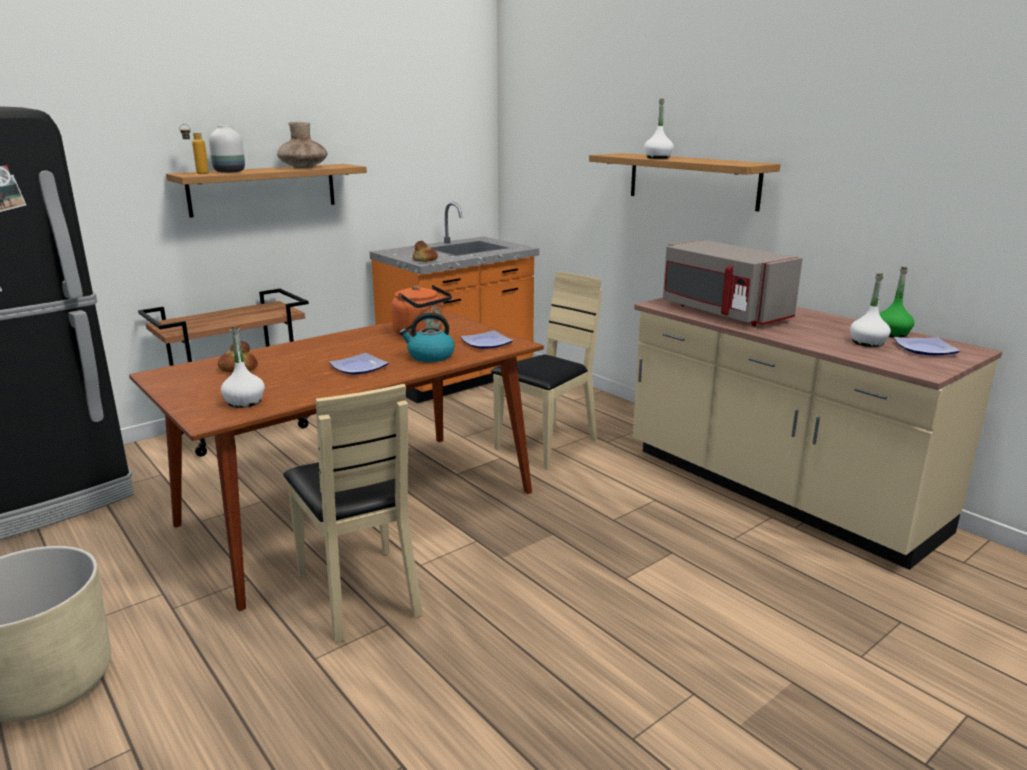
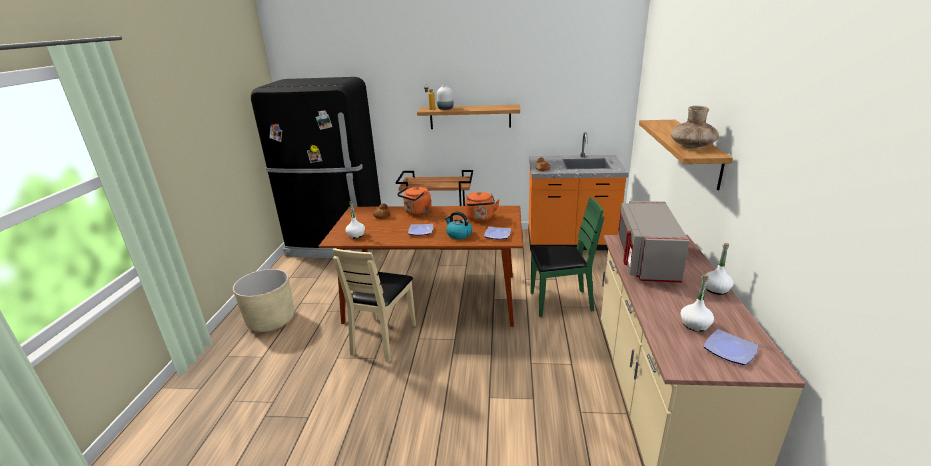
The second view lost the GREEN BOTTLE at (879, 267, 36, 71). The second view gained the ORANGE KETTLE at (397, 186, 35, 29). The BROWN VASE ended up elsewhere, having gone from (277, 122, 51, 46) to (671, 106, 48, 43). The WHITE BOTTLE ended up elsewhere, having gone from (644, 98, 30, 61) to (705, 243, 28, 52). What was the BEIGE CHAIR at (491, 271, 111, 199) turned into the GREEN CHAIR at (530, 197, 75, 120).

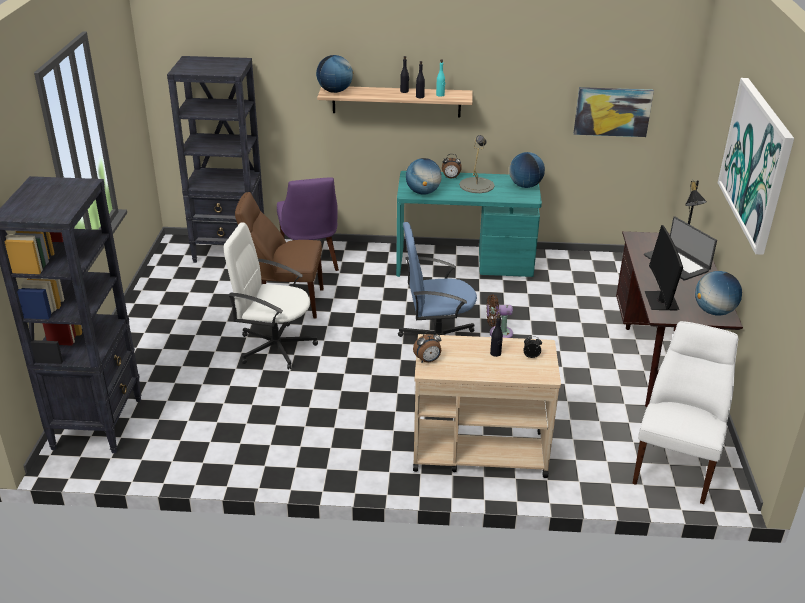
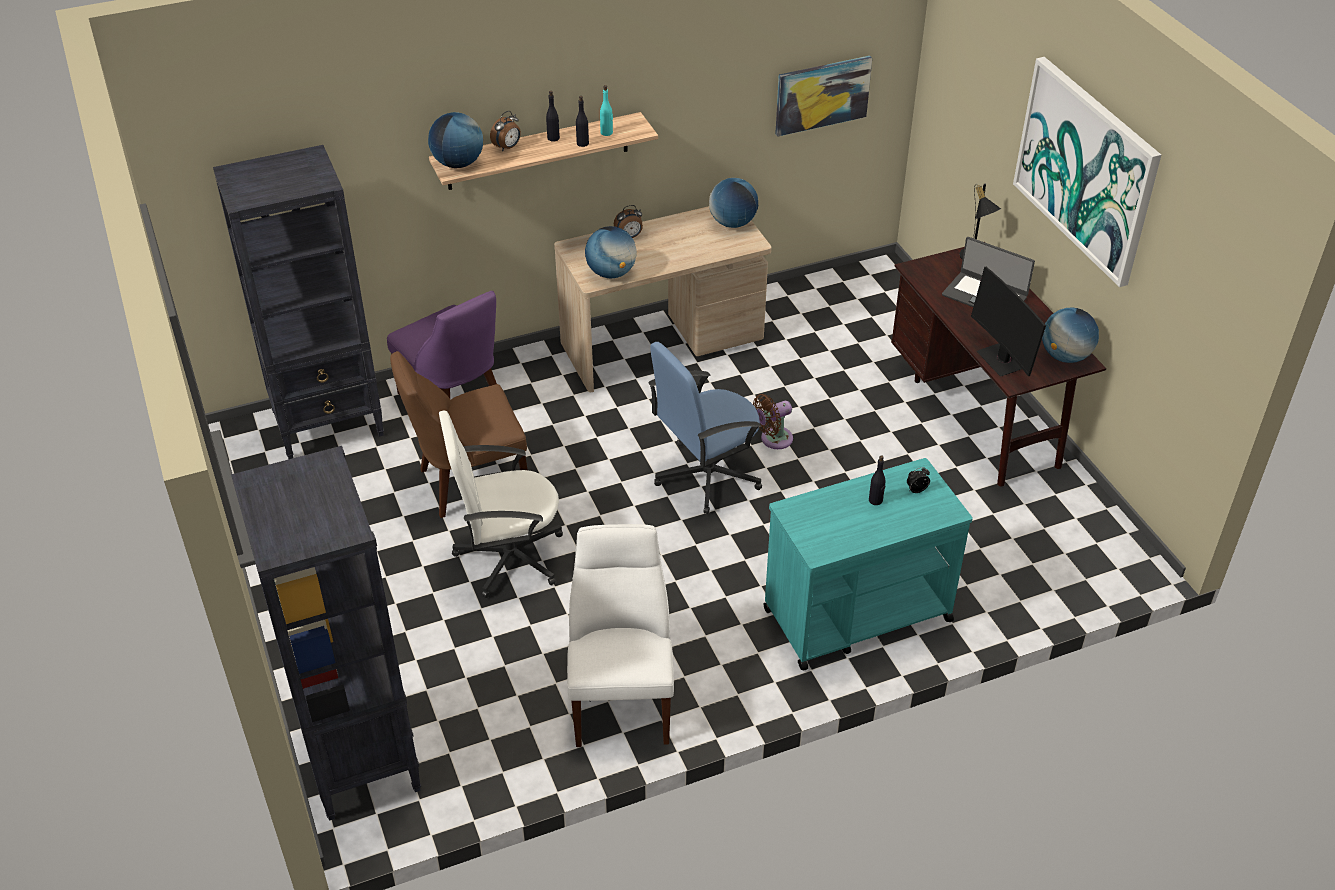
The second view lost the GREY TABLE LAMP at (459, 135, 36, 58). The ALARM CLOCK ended up elsewhere, having gone from (413, 330, 28, 33) to (490, 111, 31, 40). The WHITE CHAIR ended up elsewhere, having gone from (632, 321, 107, 183) to (567, 524, 107, 223). What was the TURQUOISE DESK at (396, 171, 146, 106) turned into the BEIGE DESK at (554, 206, 217, 186). What was the BEIGE CART at (413, 334, 148, 144) turned into the TURQUOISE CART at (763, 458, 210, 212).

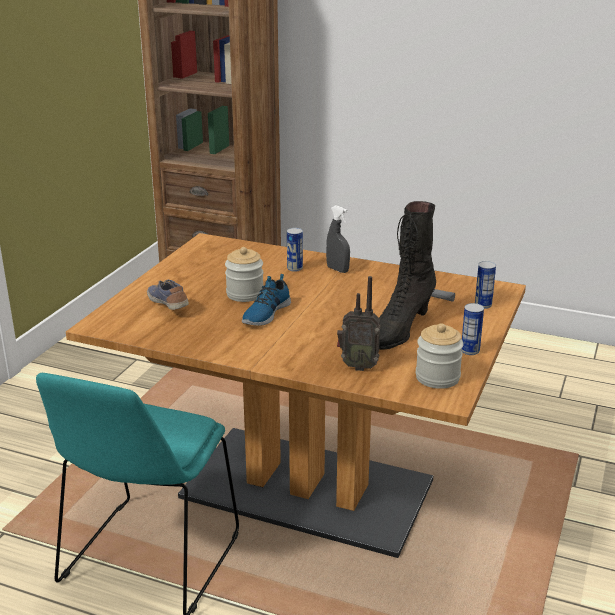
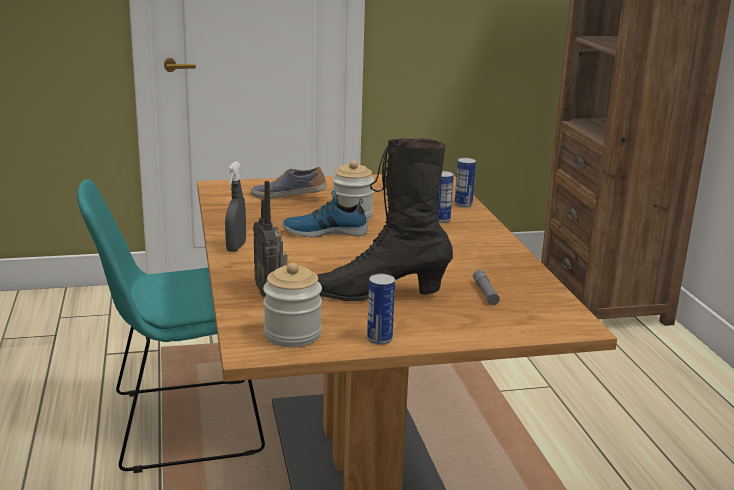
The GREY SPRAY BOTTLE ended up elsewhere, having gone from (326, 205, 24, 68) to (225, 161, 21, 91). The CAN ended up elsewhere, having gone from (475, 261, 21, 48) to (455, 158, 21, 50). The SHOE at (147, 279, 42, 31) ended up facing another way, 105 degrees counterclockwise from before.

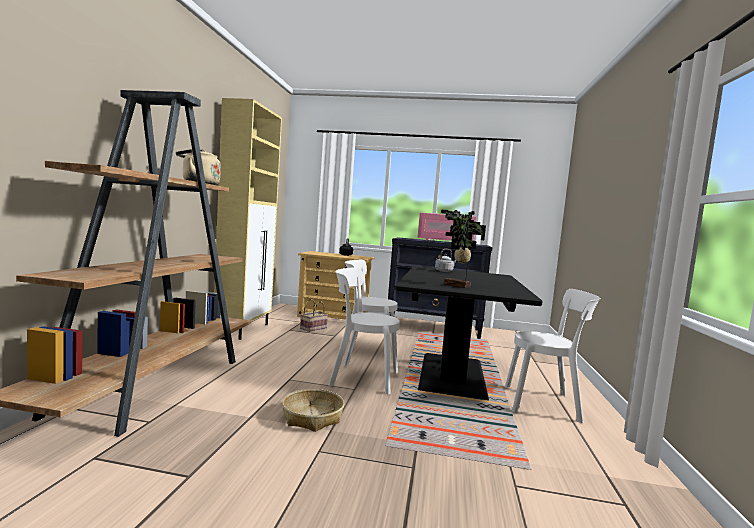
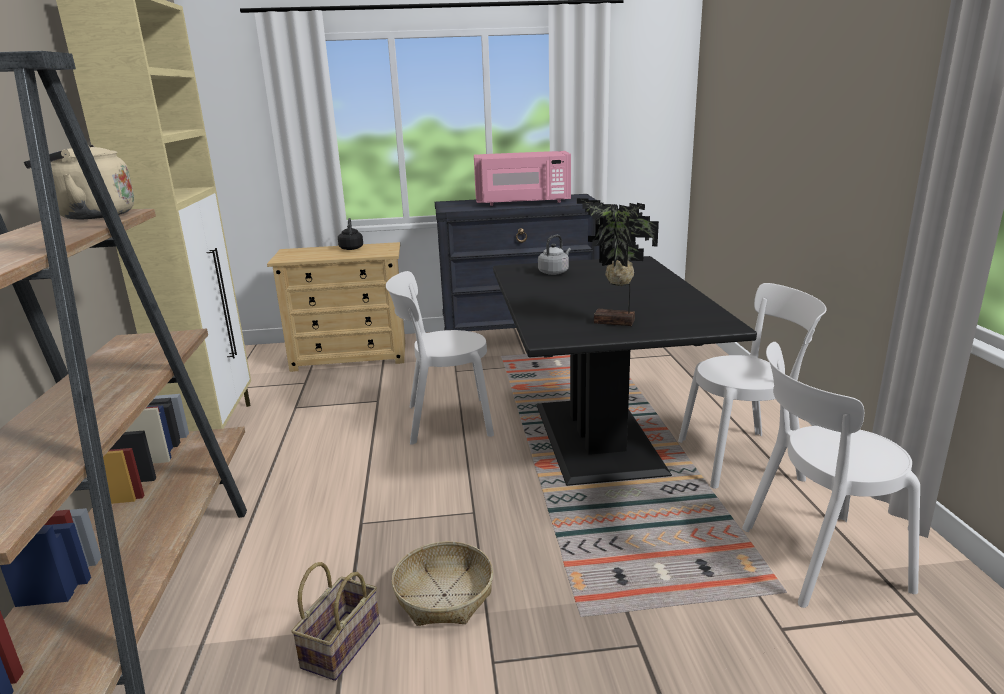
The BASKET ended up elsewhere, having gone from (300, 299, 28, 33) to (291, 562, 89, 119). The WHITE CHAIR ended up elsewhere, having gone from (329, 267, 71, 127) to (742, 342, 178, 266).

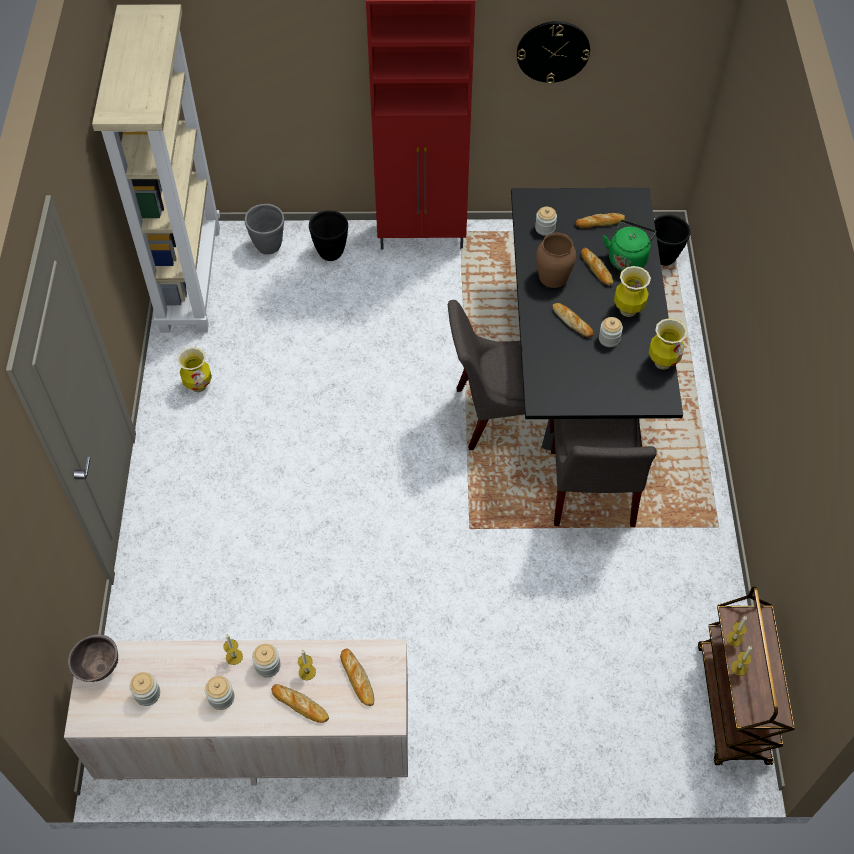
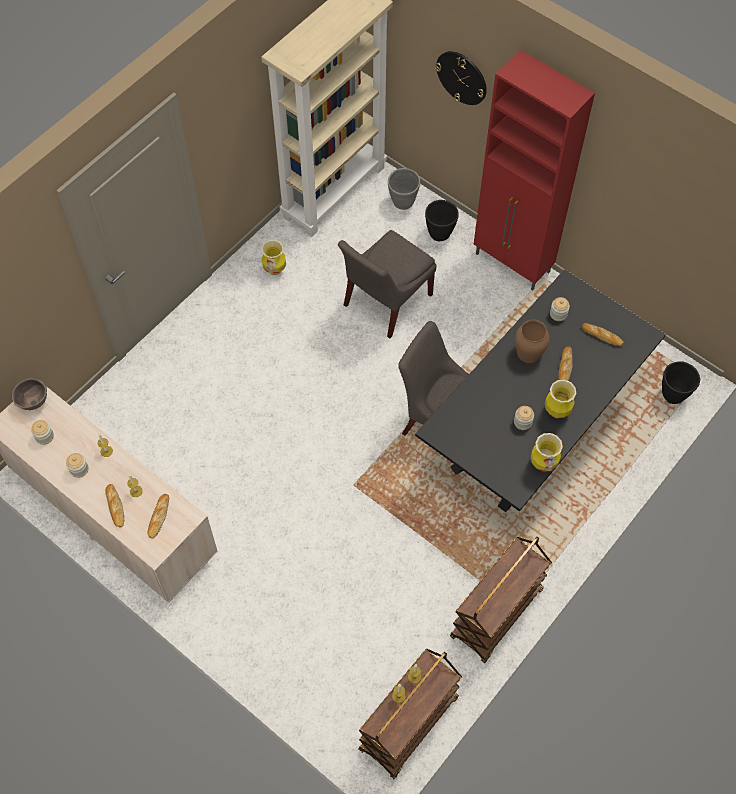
The second view lost the JAR at (252, 644, 29, 33). The second view lost the BREAD at (552, 303, 41, 35). The second view lost the GREEN KETTLE at (603, 220, 53, 51). The second view gained the BROWN CART at (450, 537, 102, 126). The WALL CLOCK ended up elsewhere, having gone from (517, 21, 73, 63) to (435, 51, 52, 54). The GREY CHAIR ended up elsewhere, having gone from (551, 419, 106, 108) to (338, 230, 99, 108).

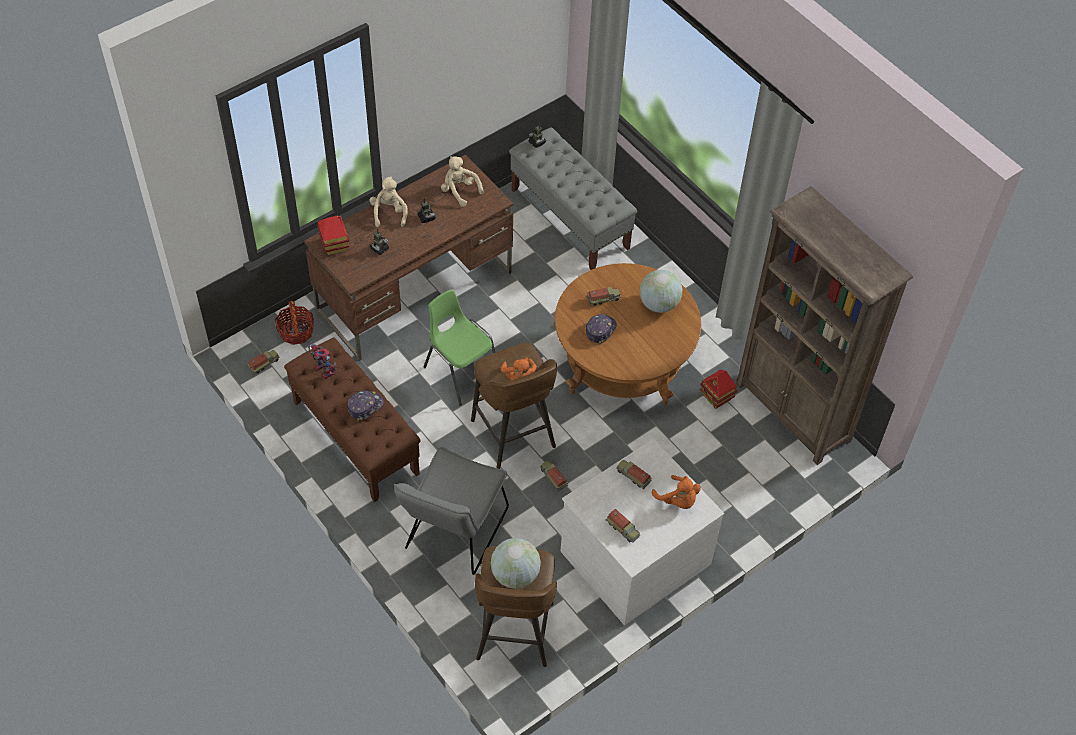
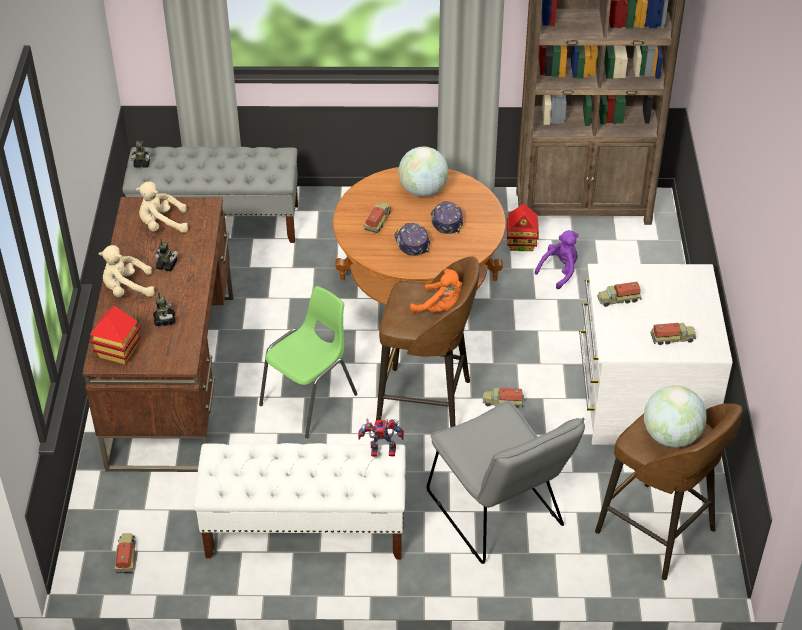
The second view lost the BASKET at (275, 301, 39, 44). The second view lost the ORANGE PLUSH TOY at (652, 475, 49, 34). The second view gained the PURPLE PLUSH TOY at (534, 230, 45, 59). The TOY ROBOT ended up elsewhere, having gone from (308, 341, 28, 38) to (358, 418, 46, 39). The CAP ended up elsewhere, having gone from (347, 390, 37, 32) to (430, 201, 33, 33). What was the BROWN BENCH at (284, 338, 137, 165) turned into the WHITE BENCH at (194, 443, 212, 116). The BEIGE PLUSH TOY at (369, 176, 39, 51) ended up facing another way, 45 degrees counterclockwise from before. The GREEN CHAIR at (424, 289, 71, 117) ended up facing another way, 135 degrees clockwise from before.

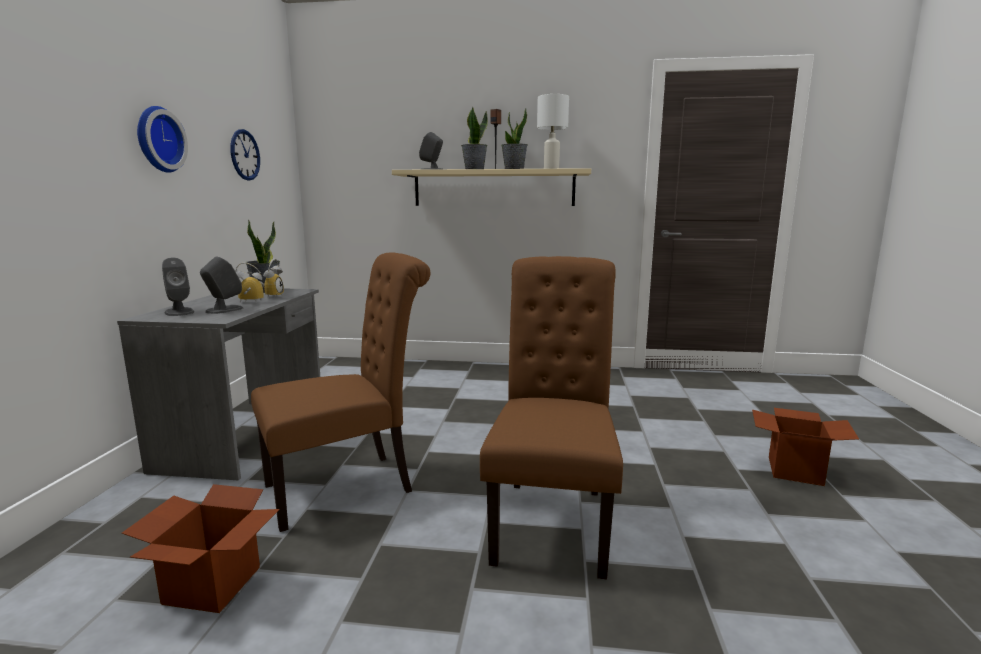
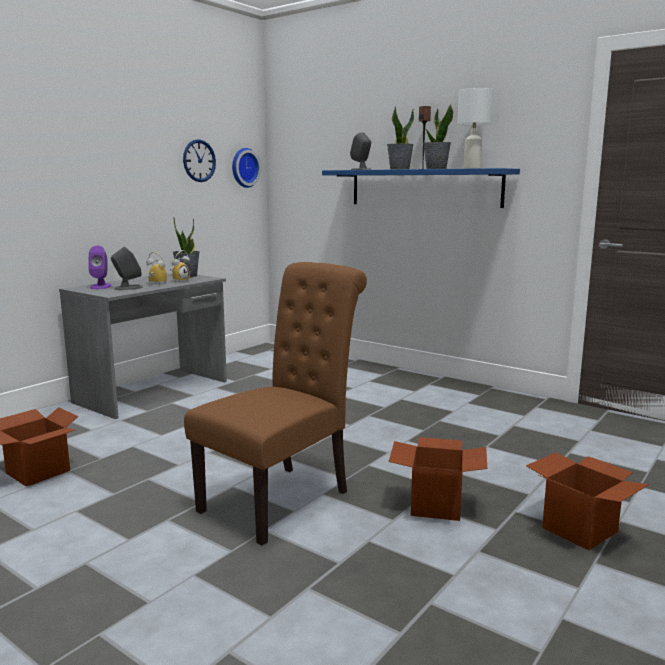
The second view lost the BROWN CHAIR at (251, 252, 179, 280). The second view gained the CARDBOARD BOX at (388, 437, 99, 84). The WALL CLOCK ended up elsewhere, having gone from (137, 106, 51, 67) to (232, 148, 29, 40). What was the GREY SPEAKER at (162, 258, 32, 58) turned into the PURPLE SPEAKER at (88, 246, 24, 43). What was the BEIGE SHELF at (392, 168, 199, 38) turned into the BLUE SHELF at (322, 168, 198, 40).

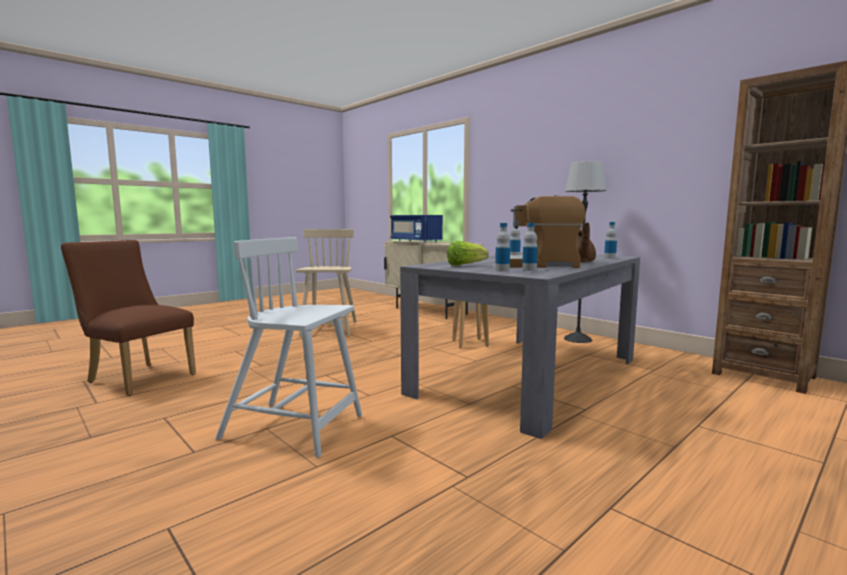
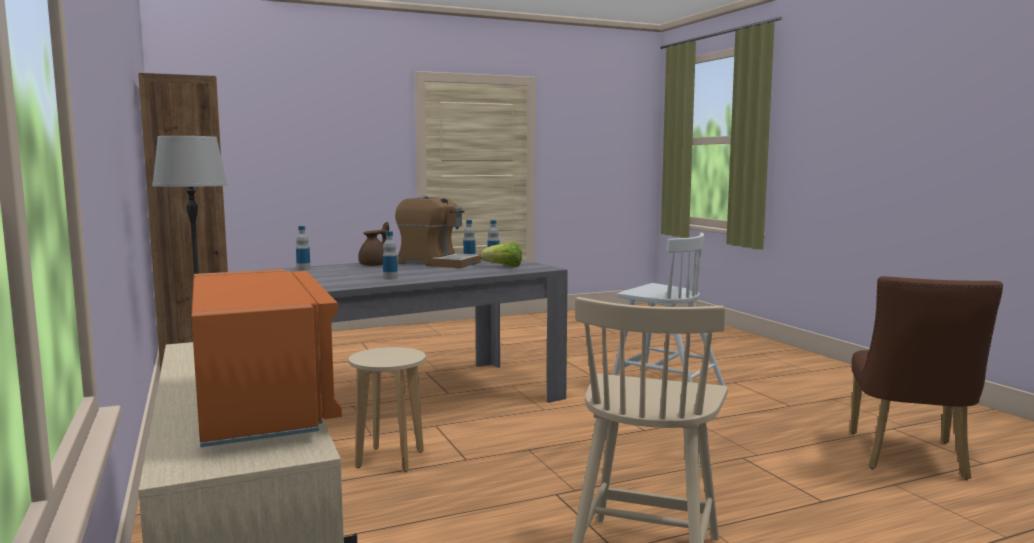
What was the BLUE MICROWAVE at (390, 215, 53, 28) turned into the ORANGE MICROWAVE at (191, 269, 151, 178). The BROWN CHAIR at (61, 240, 135, 156) ended up facing another way, 60 degrees clockwise from before.

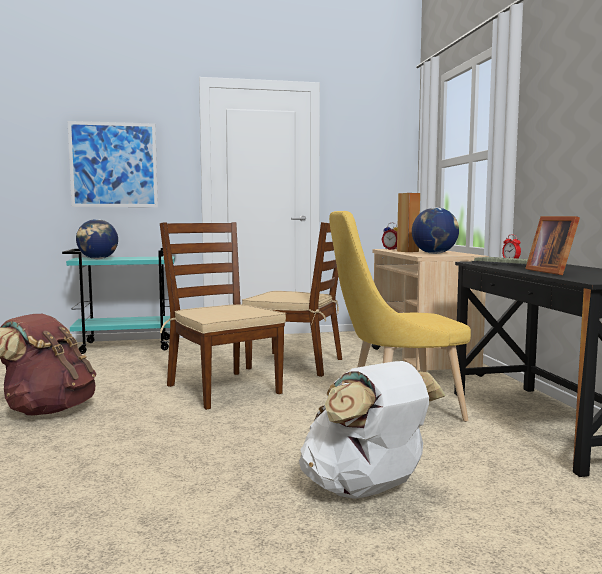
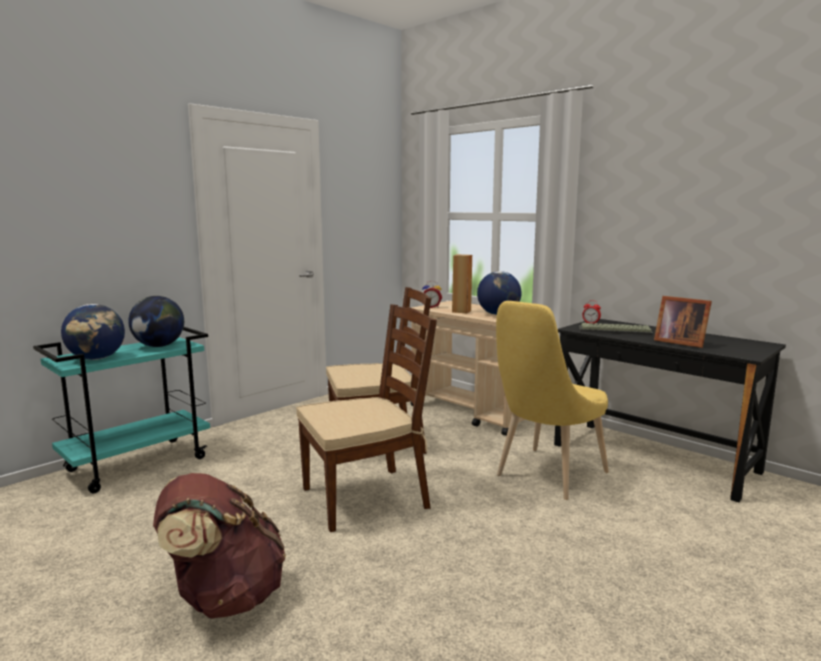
The second view lost the PICTURE at (68, 121, 90, 86). The second view lost the WHITE BACKPACK at (299, 361, 147, 138). The second view gained the GLOBE at (128, 296, 56, 51). The BROWN CHAIR at (160, 222, 126, 188) ended up facing another way, 135 degrees clockwise from before.

